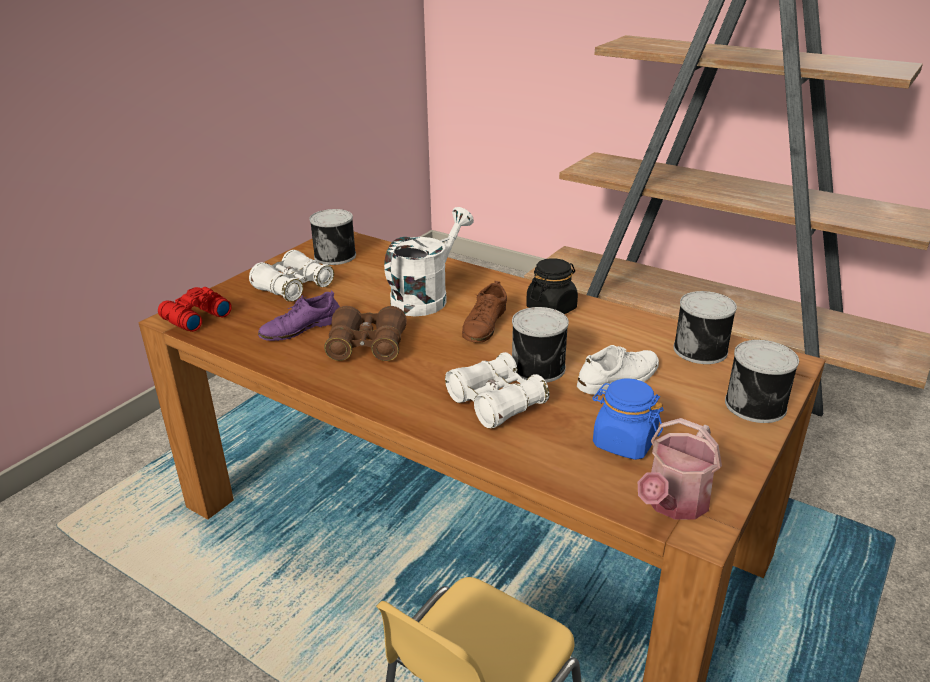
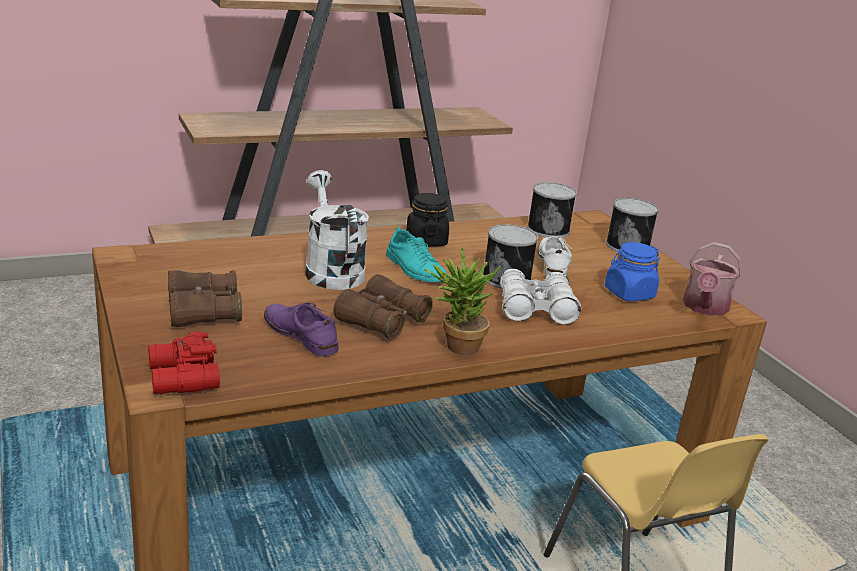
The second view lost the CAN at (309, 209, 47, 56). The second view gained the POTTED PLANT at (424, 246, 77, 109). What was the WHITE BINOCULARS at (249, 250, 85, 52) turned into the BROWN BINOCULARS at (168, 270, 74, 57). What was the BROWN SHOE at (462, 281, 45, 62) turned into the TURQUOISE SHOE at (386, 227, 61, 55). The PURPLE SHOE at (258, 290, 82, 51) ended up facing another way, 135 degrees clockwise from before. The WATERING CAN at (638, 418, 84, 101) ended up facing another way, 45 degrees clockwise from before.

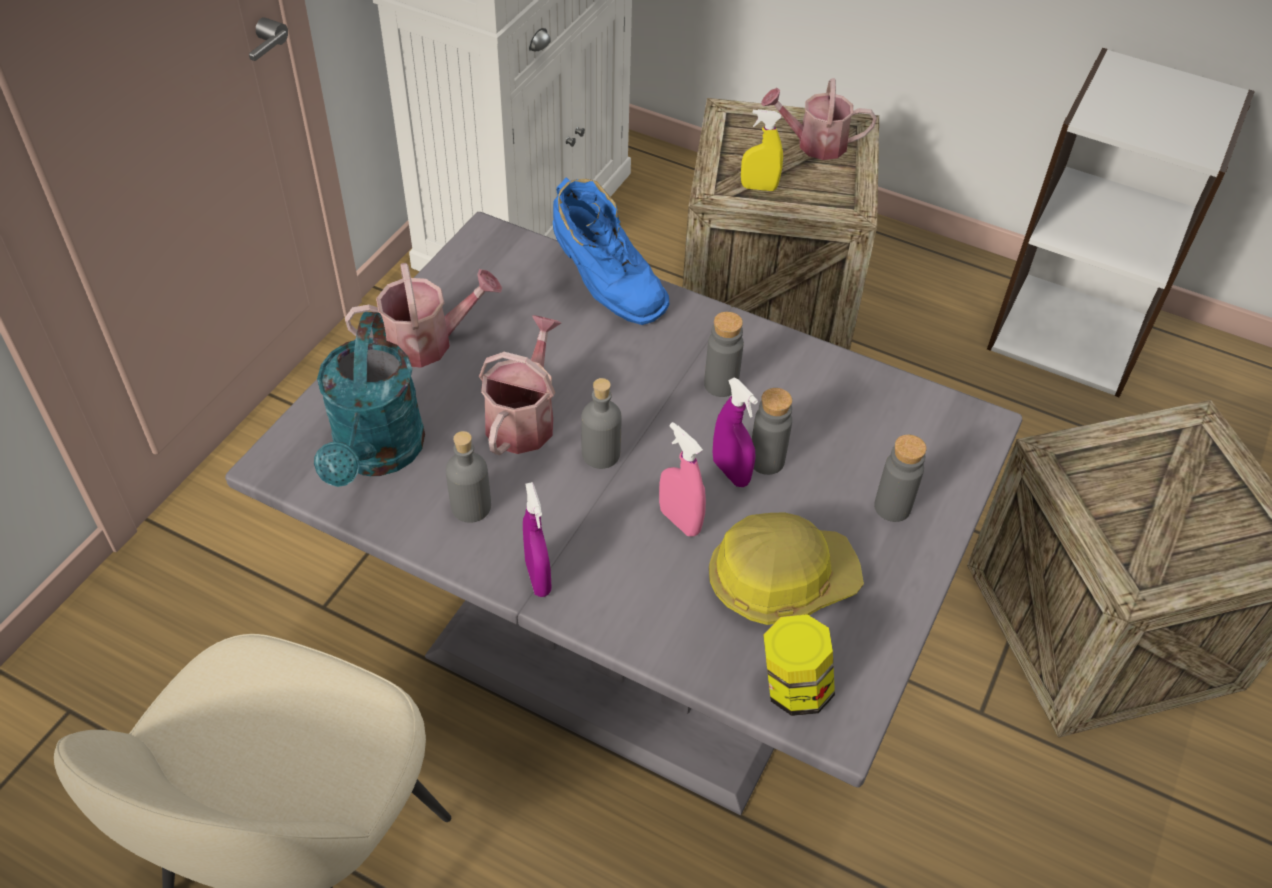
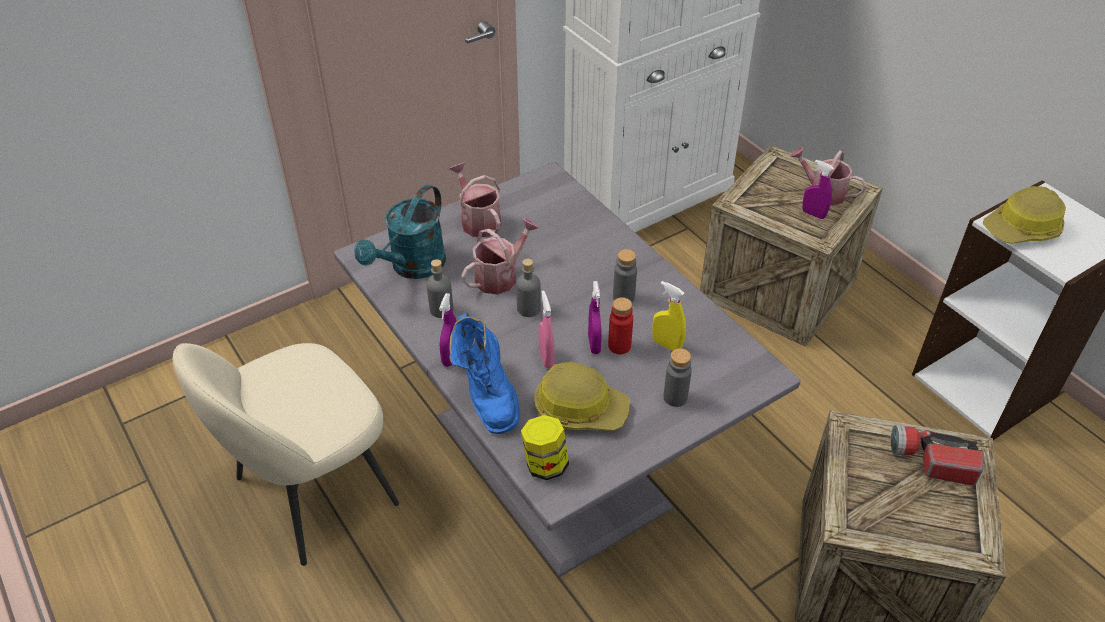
The second view gained the PURPLE SPRAY BOTTLE at (802, 160, 32, 59). The second view gained the FLASHLIGHT at (891, 425, 93, 61). The second view gained the HARD HAT at (983, 186, 83, 58). The BLUE BOOT ended up elsewhere, having gone from (553, 178, 116, 147) to (449, 313, 71, 121). The YELLOW SPRAY BOTTLE ended up elsewhere, having gone from (741, 109, 42, 82) to (652, 281, 34, 70). What was the GREY BOTTLE at (752, 388, 40, 87) turned into the RED BOTTLE at (608, 297, 25, 57). The WATERING CAN at (345, 263, 157, 105) ended up facing another way, 135 degrees counterclockwise from before.

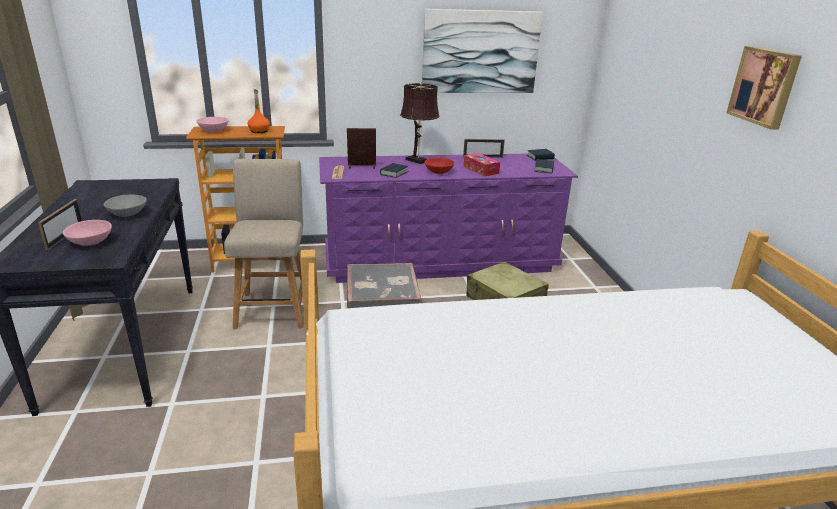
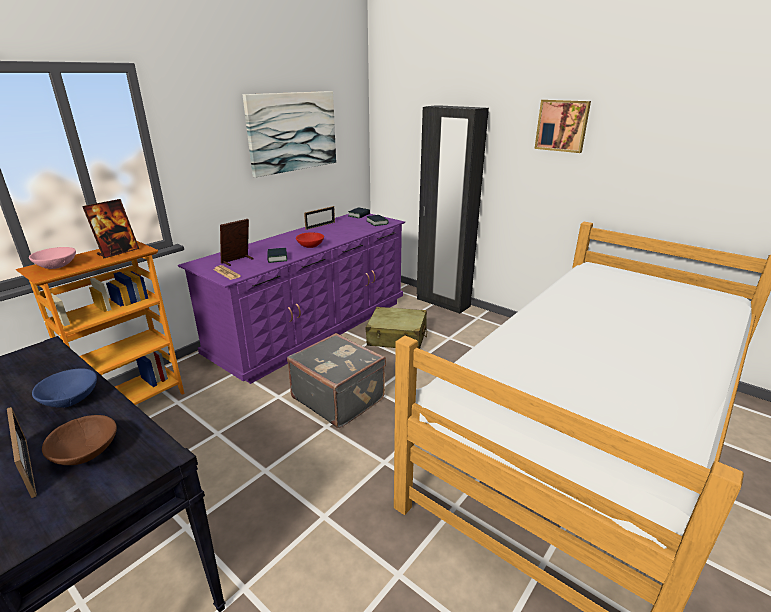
The second view lost the BEIGE CHAIR at (224, 159, 79, 170). The second view lost the BROWN TABLE LAMP at (400, 82, 39, 82). The second view lost the TISSUE BOX at (464, 153, 36, 23). The second view gained the BLACK WARDROBE at (417, 105, 72, 209). Where the ORANGE BOTTLE stood at (247, 89, 23, 44), the PICTURE FRAME came to stand at (82, 199, 57, 60). What was the PINK BOWL at (63, 220, 49, 26) turned into the BROWN BOWL at (42, 415, 75, 50). What was the GREY BOWL at (104, 195, 43, 22) turned into the BLUE BOWL at (32, 368, 65, 40).

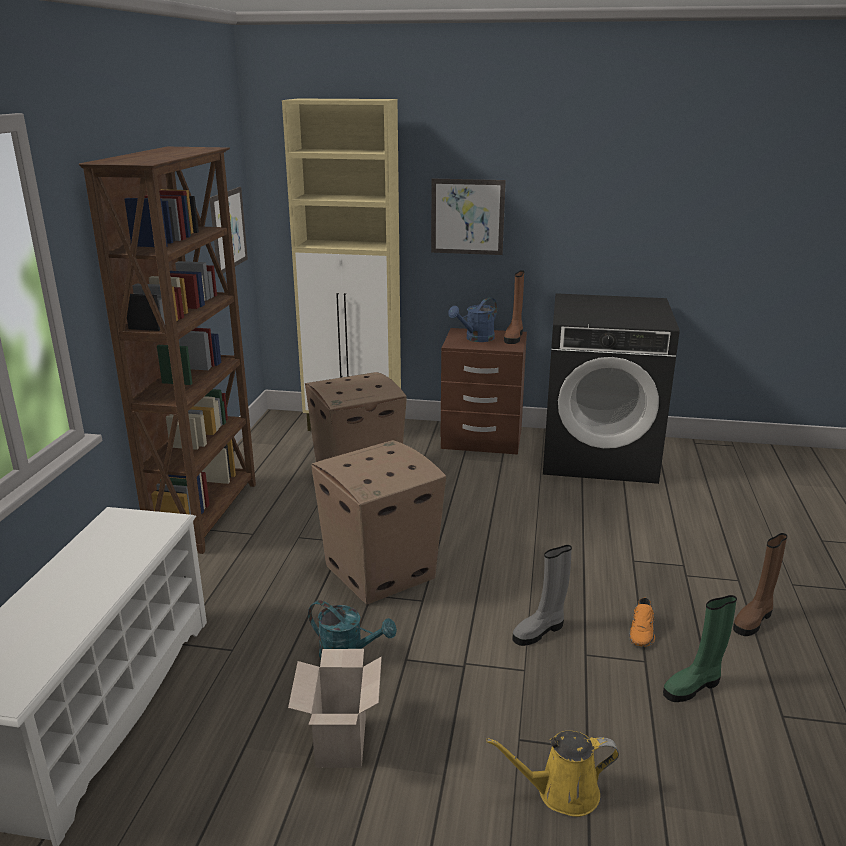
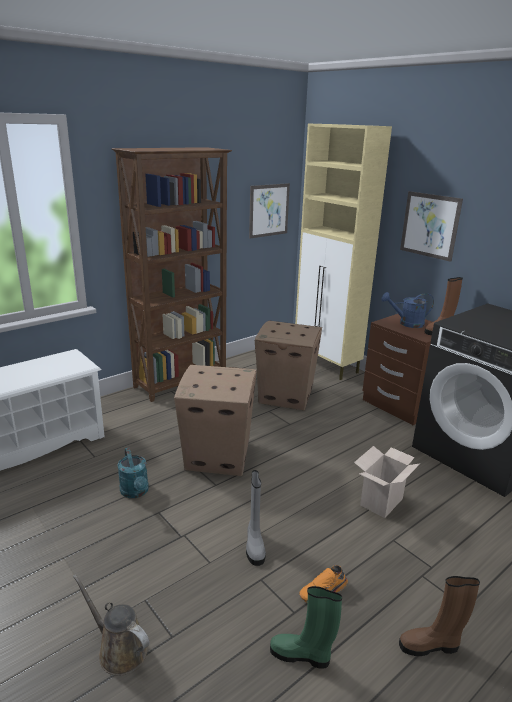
The CARDBOARD BOX ended up elsewhere, having gone from (288, 649, 94, 119) to (354, 446, 66, 72). What was the YELLOW WATERING CAN at (486, 731, 133, 86) turned into the BROWN WATERING CAN at (73, 574, 76, 102). The GREY BOOT at (513, 545, 59, 101) ended up facing another way, 105 degrees counterclockwise from before.

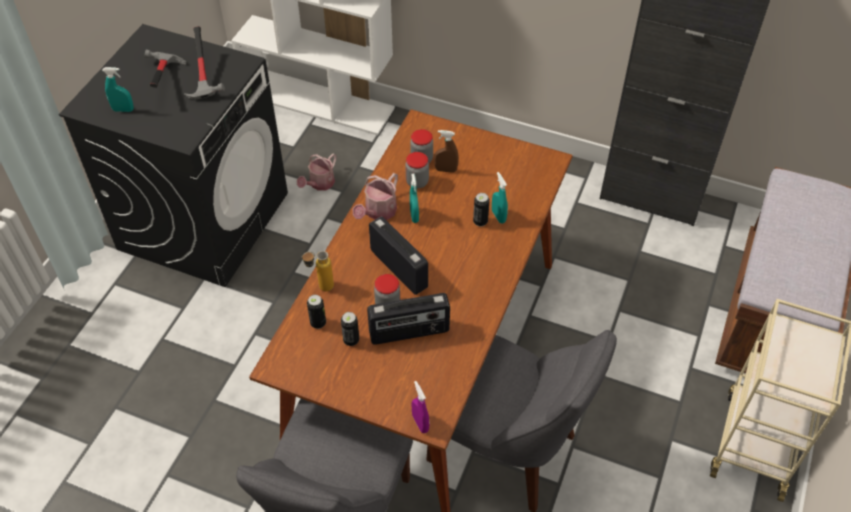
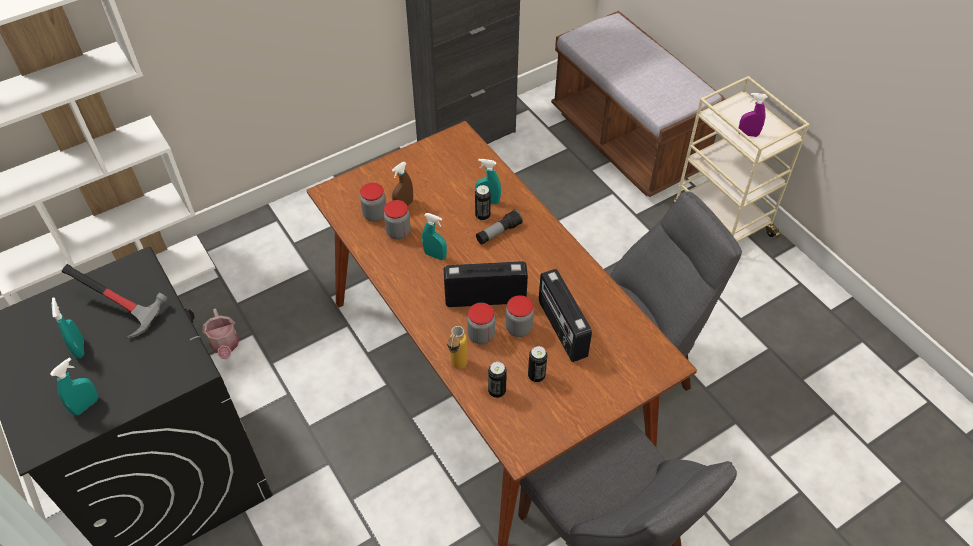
The second view lost the WATERING CAN at (353, 173, 45, 47). The second view gained the JAR at (467, 303, 28, 42). The second view gained the FLASHLIGHT at (476, 209, 47, 35). The PURPLE SPRAY BOTTLE ended up elsewhere, having gone from (412, 381, 17, 52) to (739, 93, 29, 44). Where the HAMMER stood at (145, 50, 41, 38), the TURQUOISE SPRAY BOTTLE came to stand at (52, 297, 32, 61). The RADIO at (367, 293, 83, 52) ended up facing another way, 135 degrees clockwise from before.

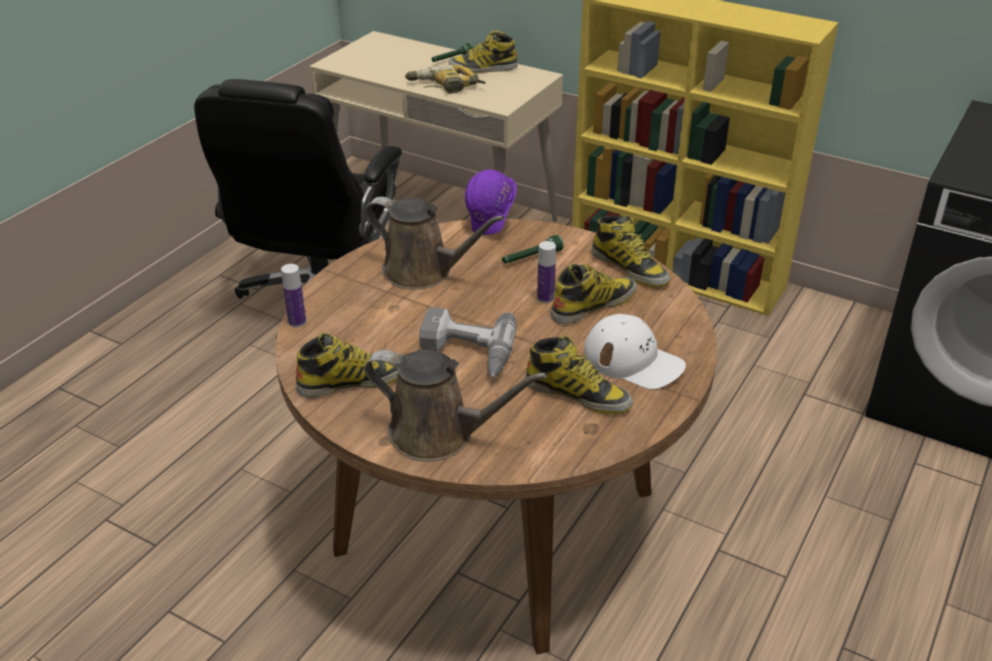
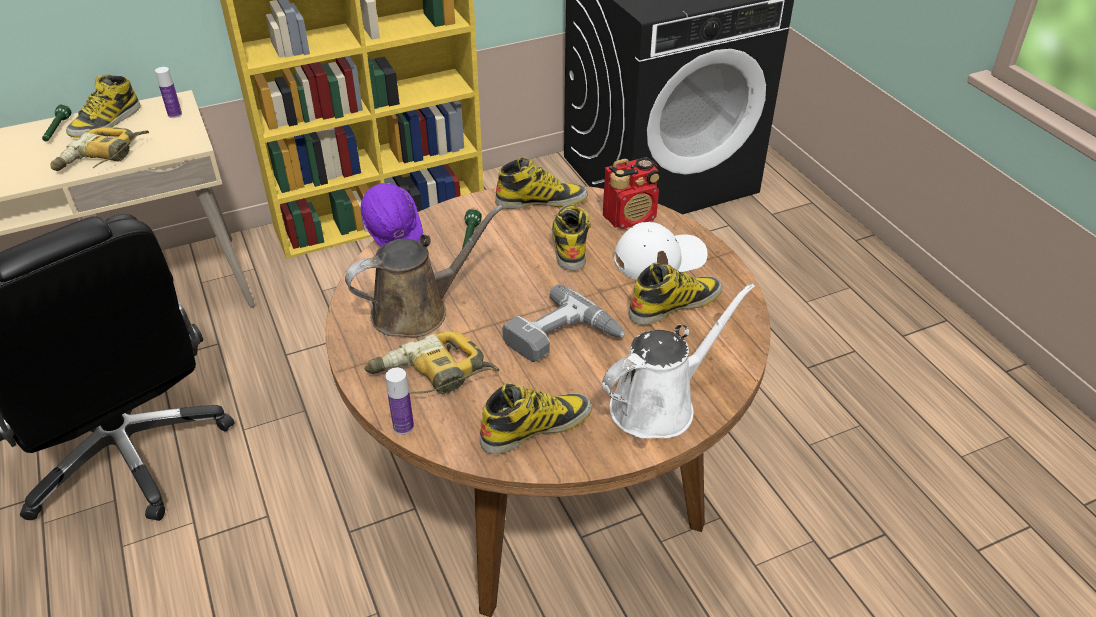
The second view gained the POWER DRILL at (364, 331, 135, 64). The second view gained the RADIO at (603, 157, 58, 72). The BOTTLE ended up elsewhere, having gone from (537, 241, 19, 62) to (155, 67, 27, 51). What was the BROWN WATERING CAN at (364, 349, 183, 113) turned into the WHITE WATERING CAN at (602, 283, 153, 156). The BOOT at (296, 333, 102, 64) ended up facing another way, 45 degrees clockwise from before.

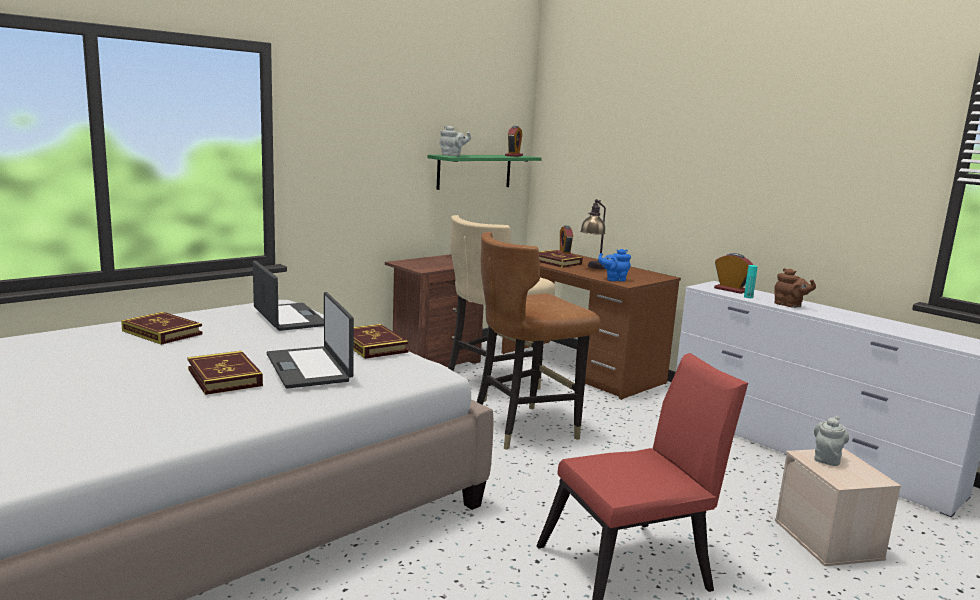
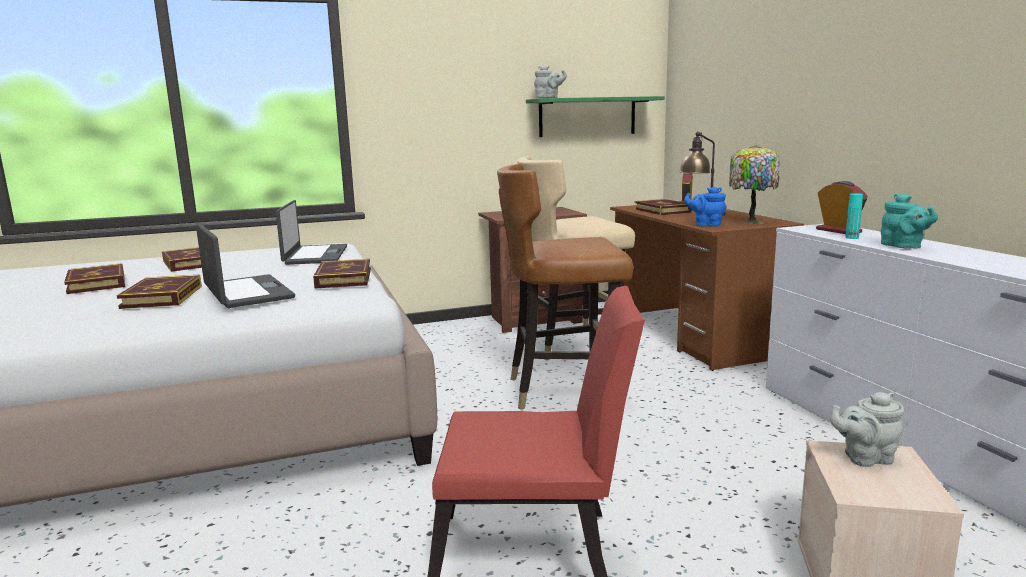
The second view lost the ALARM CLOCK at (505, 126, 18, 31). The second view gained the BOOK at (64, 263, 61, 31). The second view gained the TABLE LAMP at (729, 145, 50, 79). What was the BROWN TEAPOT at (774, 268, 42, 40) turned into the TURQUOISE TEAPOT at (881, 194, 57, 54). The LAPTOP at (266, 292, 88, 97) ended up facing another way, 150 degrees clockwise from before. The GREY TEAPOT at (814, 416, 35, 50) ended up facing another way, 150 degrees counterclockwise from before.

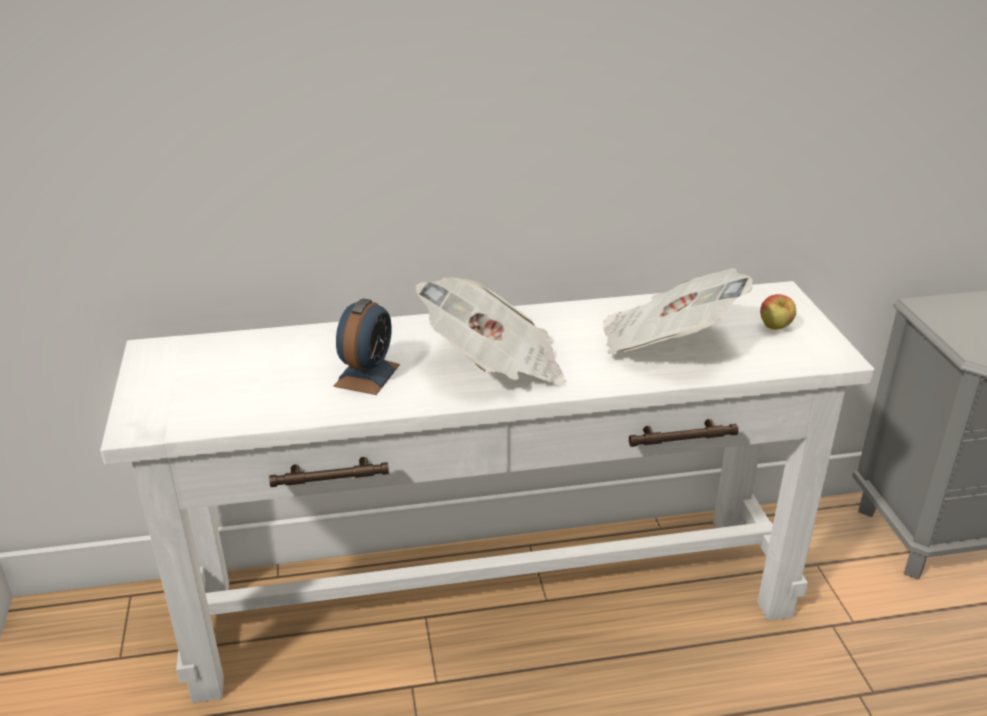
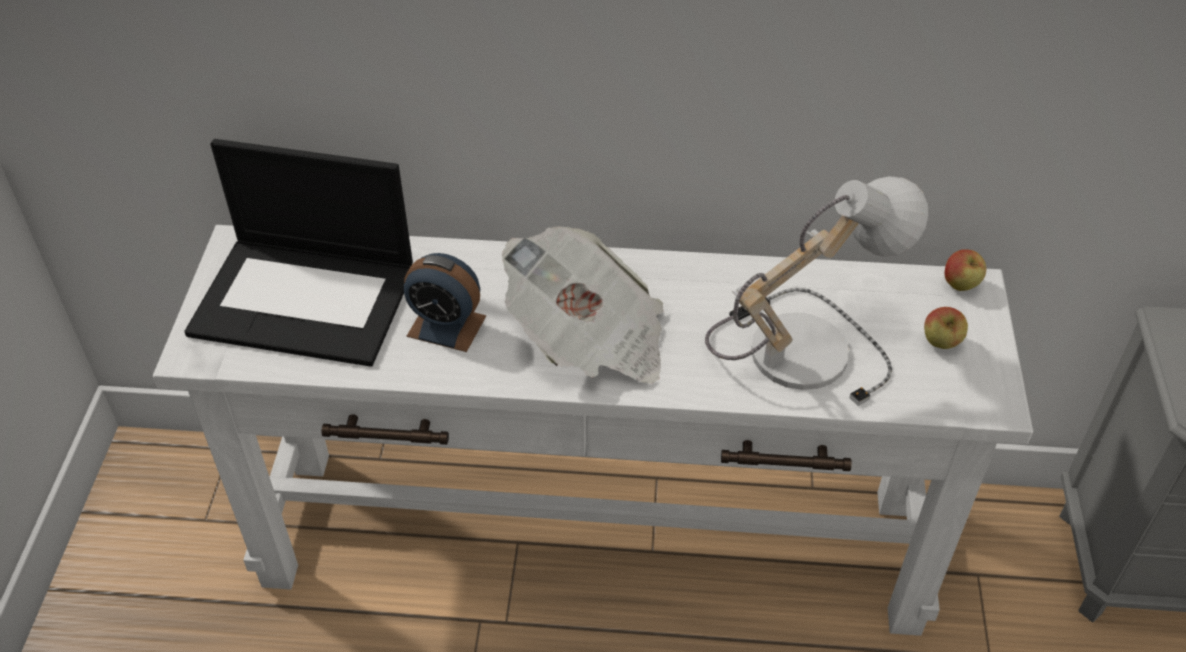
The second view gained the LAPTOP at (184, 139, 229, 228). The second view gained the APPLE at (945, 249, 41, 42). Where the NEWSPAPER stood at (603, 268, 150, 86), the TABLE LAMP came to stand at (705, 176, 223, 230). The ALARM CLOCK at (334, 298, 66, 97) ended up facing another way, 75 degrees clockwise from before.

